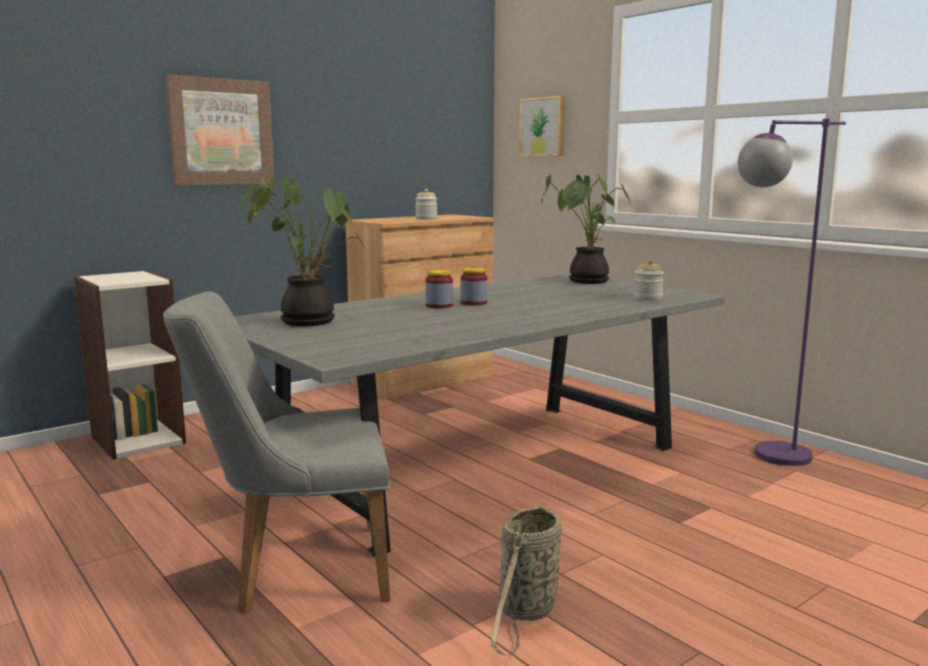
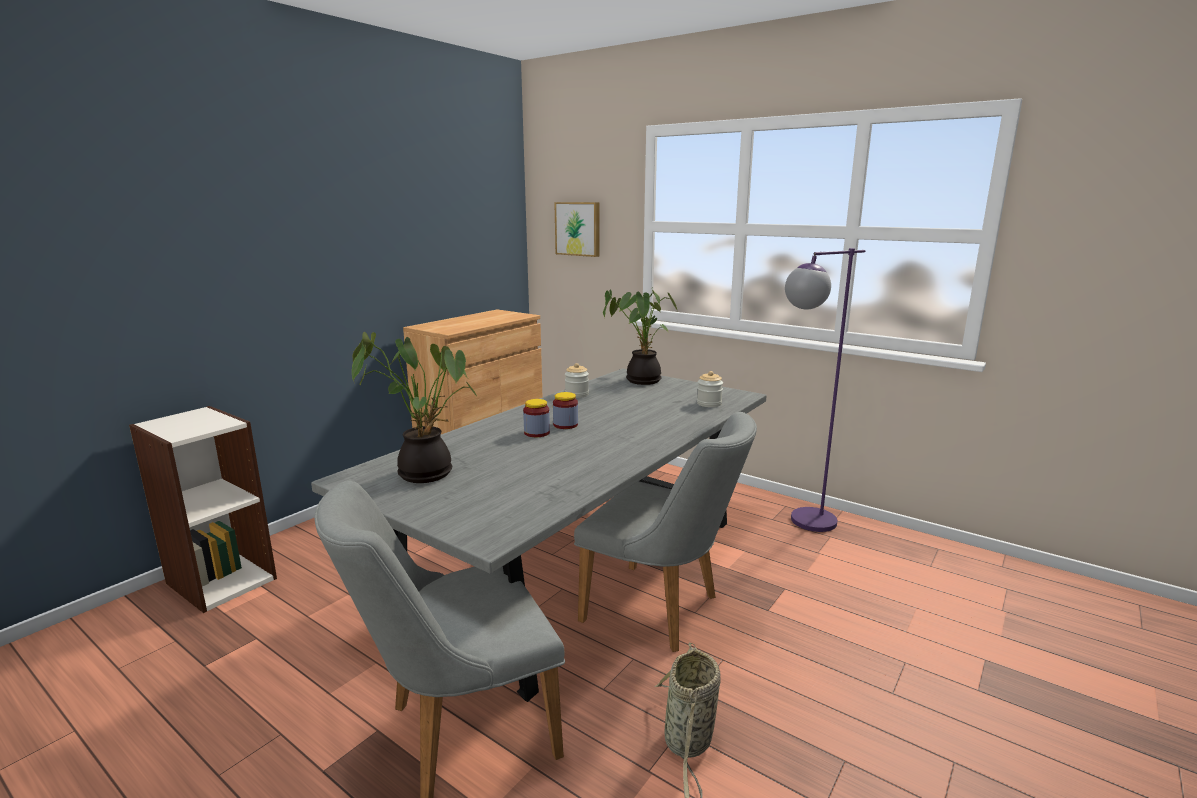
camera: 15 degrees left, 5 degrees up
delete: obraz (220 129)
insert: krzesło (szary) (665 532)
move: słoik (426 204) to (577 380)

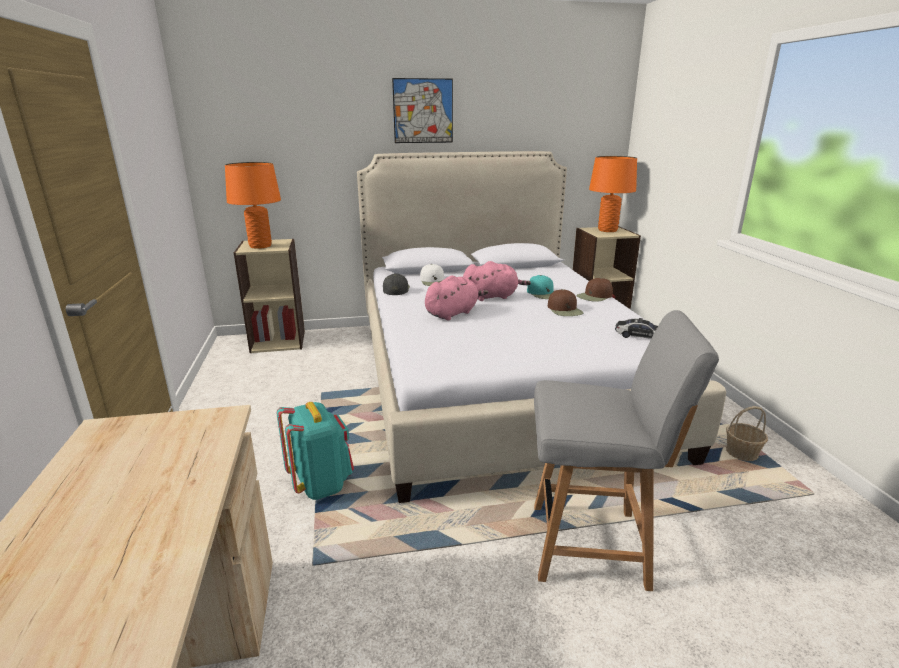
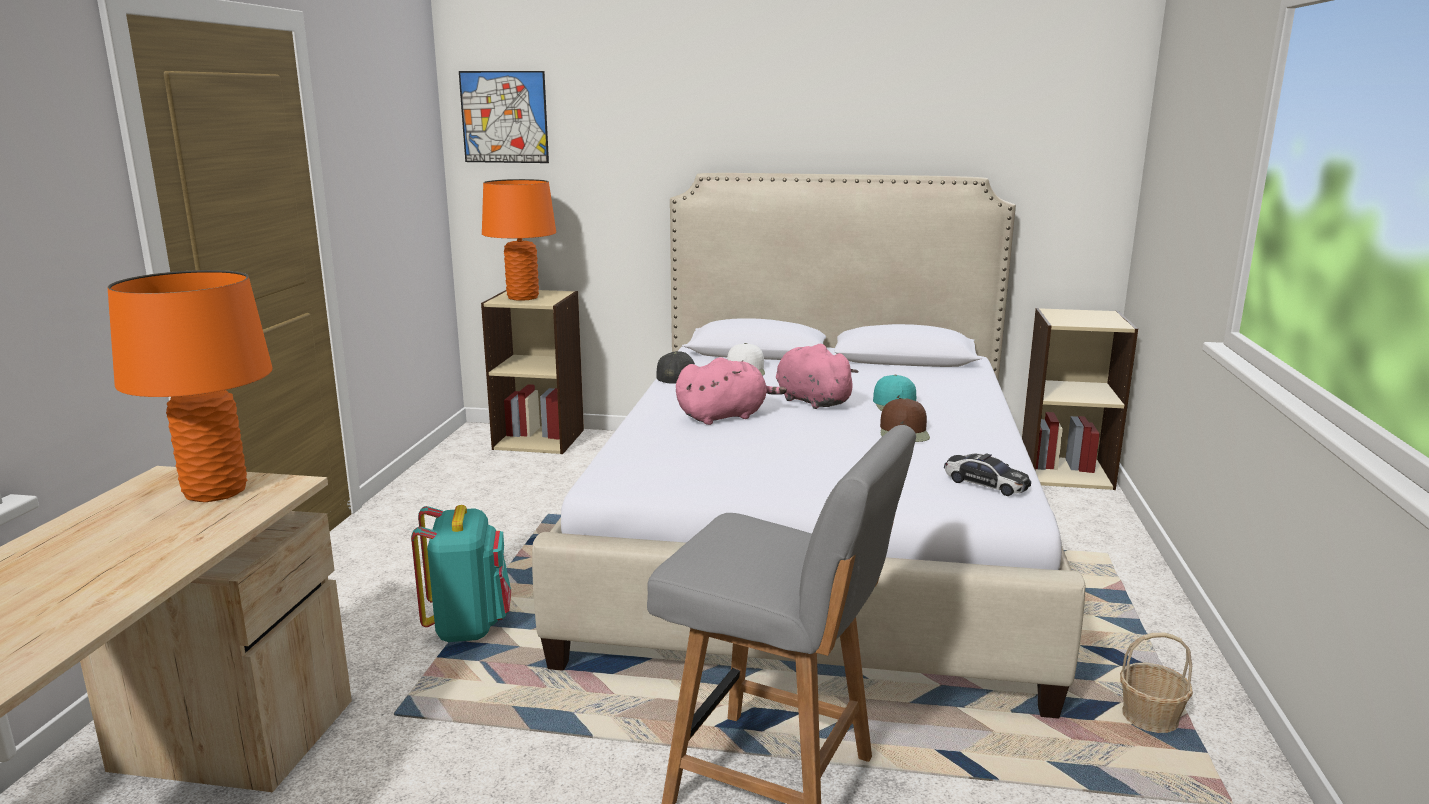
camera: 20 degrees right, 5 degrees down
delete: czapka z daszkiem (brązowy) (594 290)
move: obraz (422 110) to (504 117); lampa stołowa (pomarańczowy) (613 194) to (190 386)
rotate: pluszak (różowy) (497 281) = (817 376) 135 degrees counterclockwise

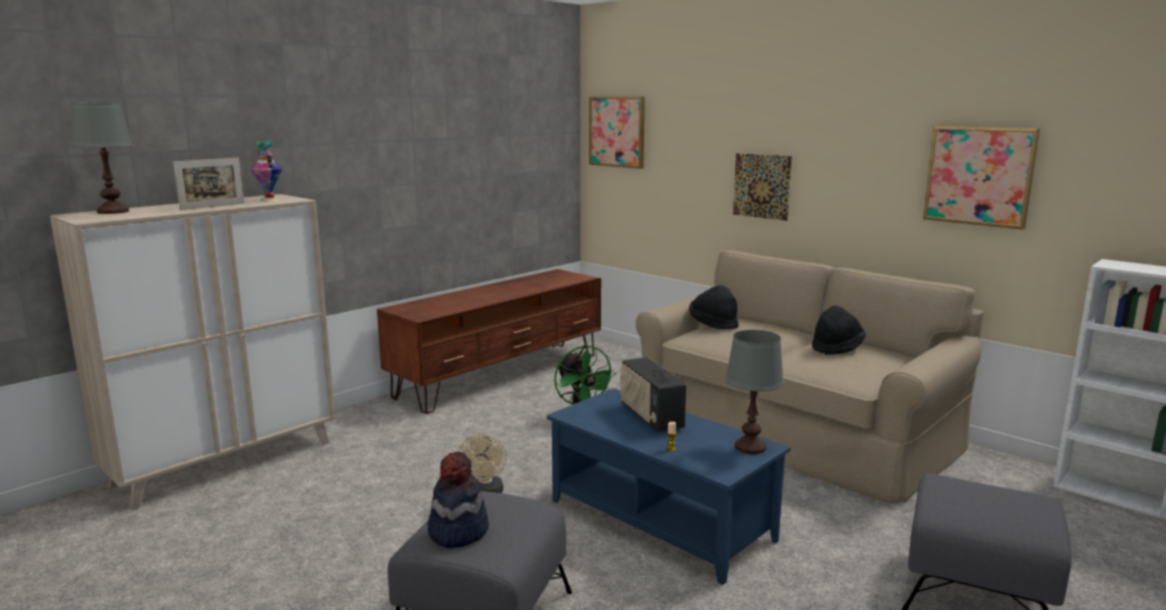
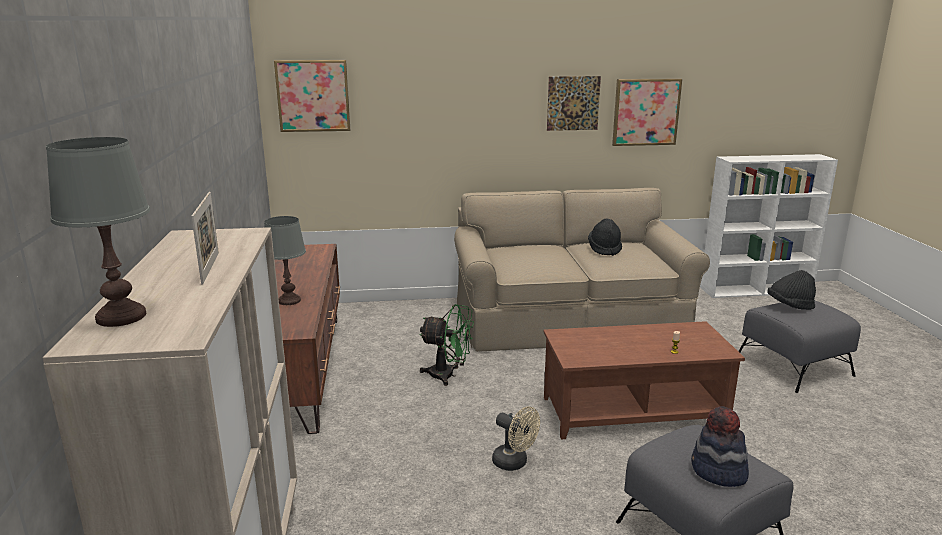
camera: 50 degrees left, 5 degrees up
delete: wazon (266 172); radio (653 394)
move: kapelusz (czarny) (714 307) to (792 290); lampa stołowa (szary) (754 392) to (285 260); obraz (762 187) to (574 103)
recolor: ława (niebieski) (669 486) to ława (brązowy) (644 380)

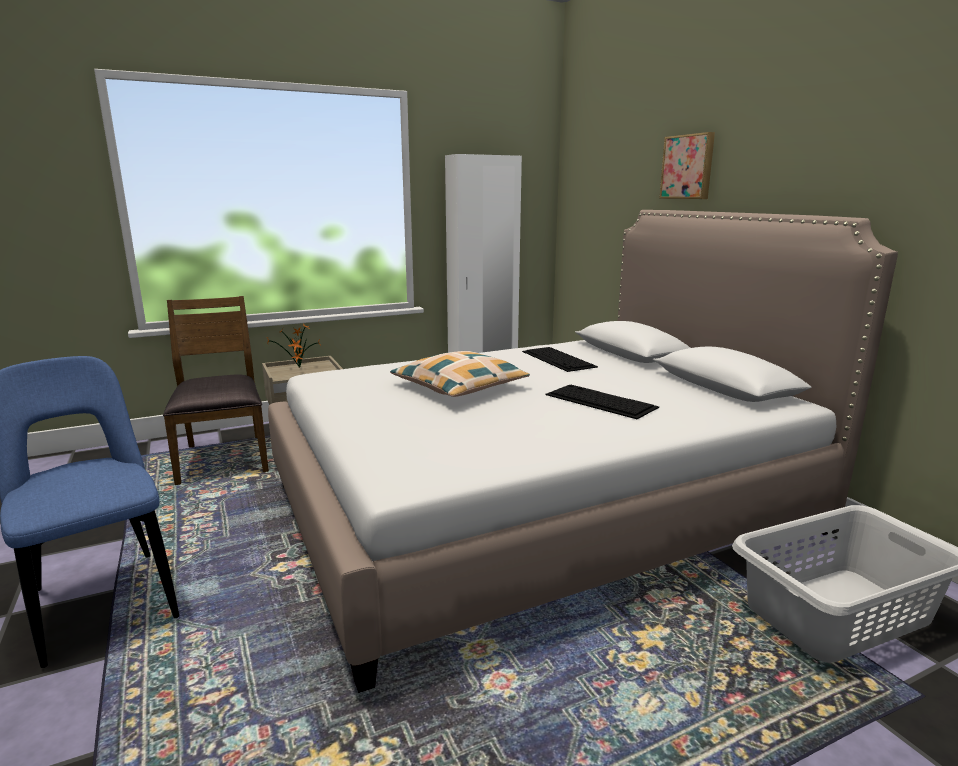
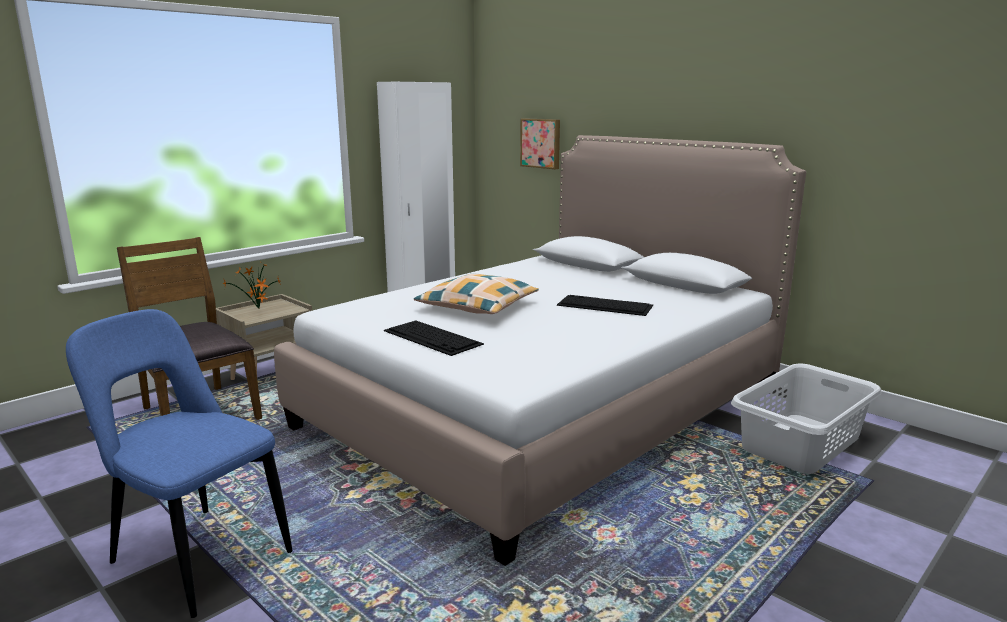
camera: 20 degrees left, 0 degrees up
move: klawiatura (560 359) to (434 338); obraz (687 165) to (540 143)

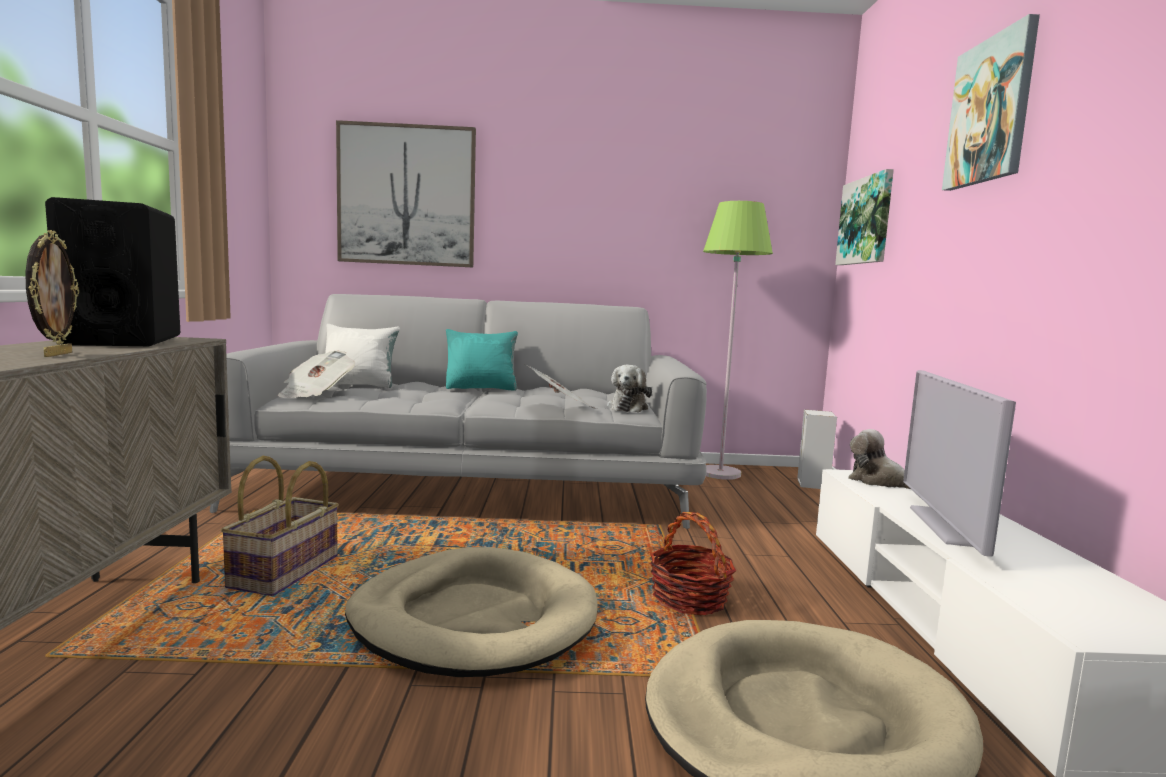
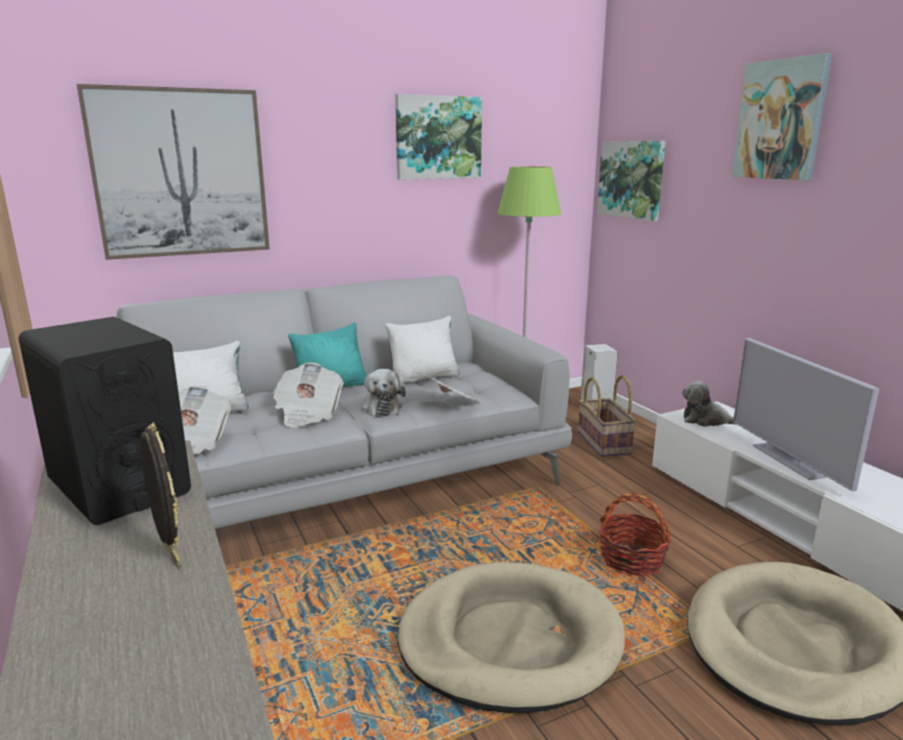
camera: 25 degrees left, 10 degrees up
insert: gazeta (308 395); poduszka (biały) (422 350); obraz (438 137)
move: koszyk (280 526) to (607 416); pluszak (629 389) to (383 393)

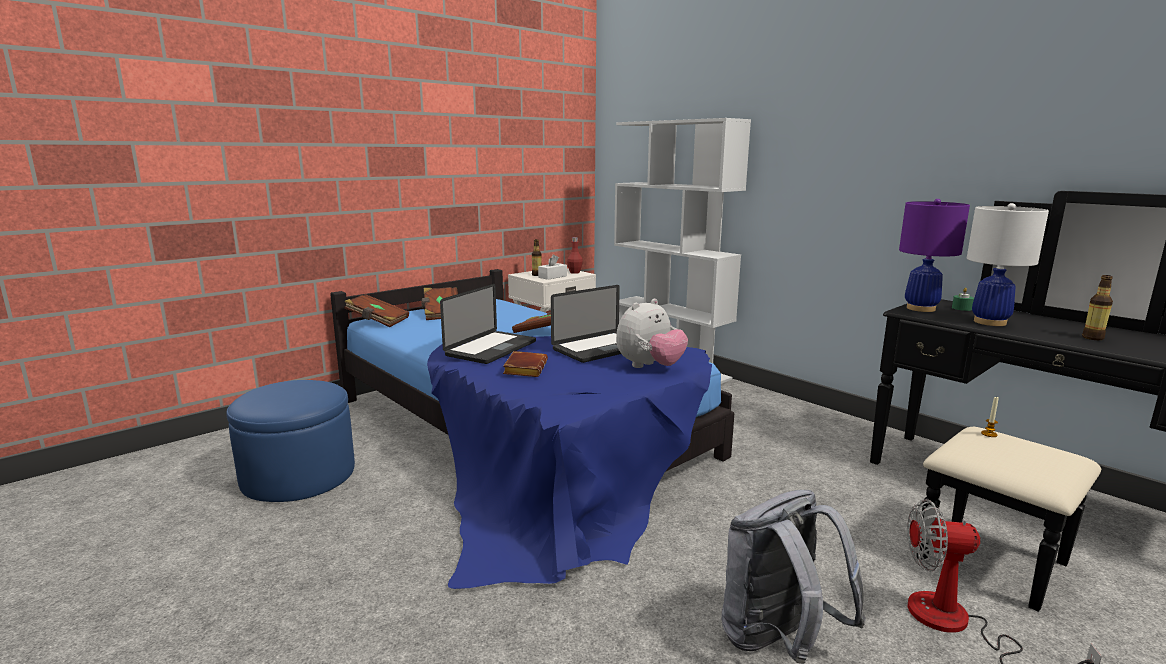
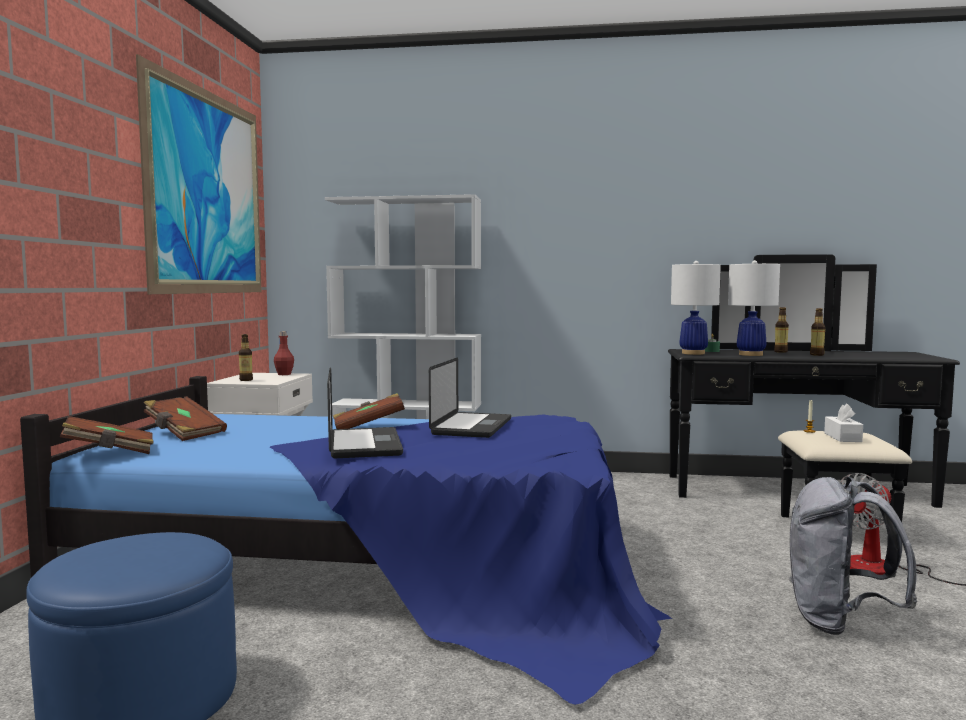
camera: 40 degrees left, 10 degrees down
delete: książka (brązowy) (525 364); pluszak (652 333)
insert: obraz (199 174); butelka (781 330)
move: pudełko chusteczek (biały) (552 267) to (843 422)
recolor: lampa stołowa (fioletowy) (934 255) to lampa stołowa (biały) (696 308)

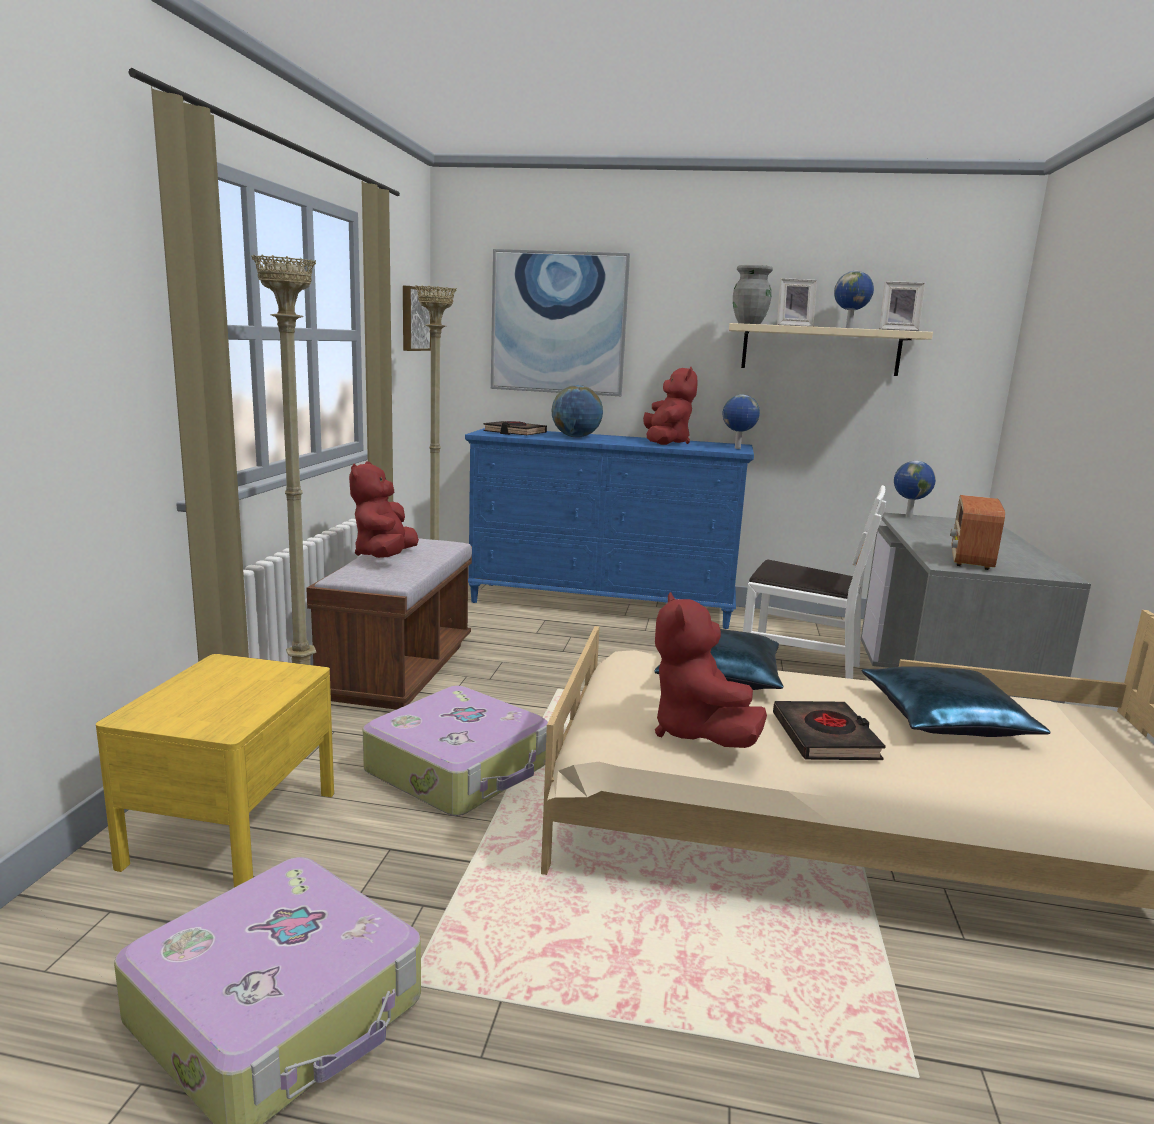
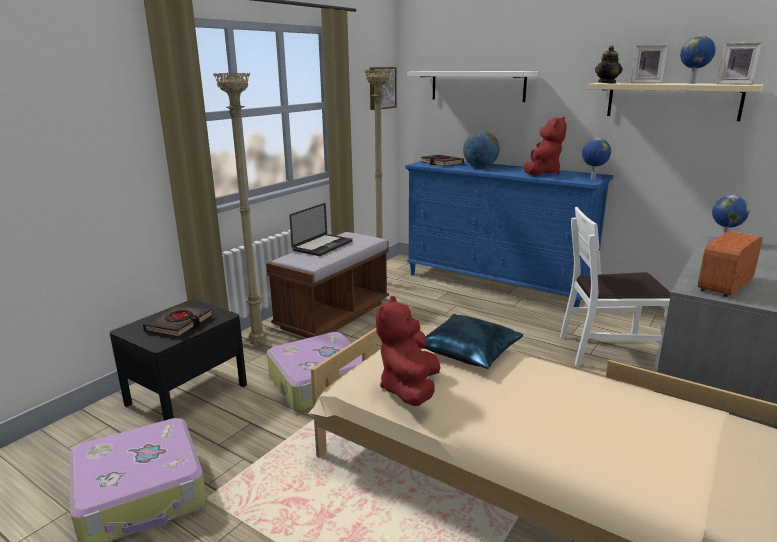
camera: 25 degrees right, 5 degrees up
delete: poduszka (niebieski) (956 701)
move: książka (czarny) (829 730) to (178 321)
replace: pluszak (czerwony) (384 509) to laptop (321 229); obraz (560 322) to półka (biały) (472 86); wazon (szary) (753 294) to imbryk (609 64)
recolor: szafka nocna (żółty) (215 770) to szafka nocna (czarny) (178 360)
rotate: krzesło (biały) (814 582) = (615 288) 135 degrees clockwise

